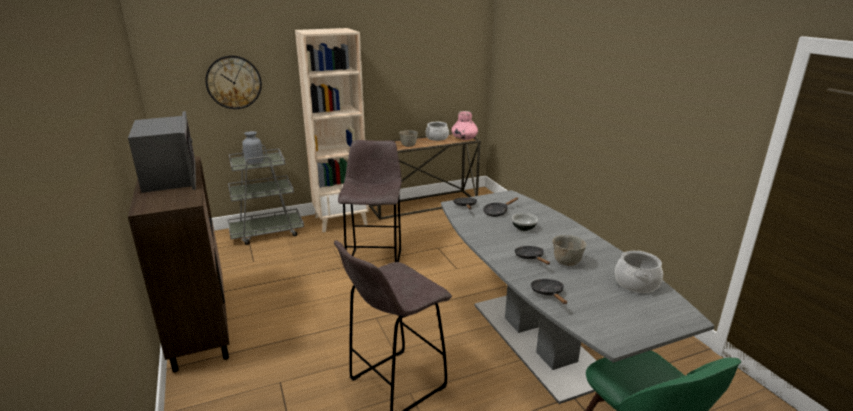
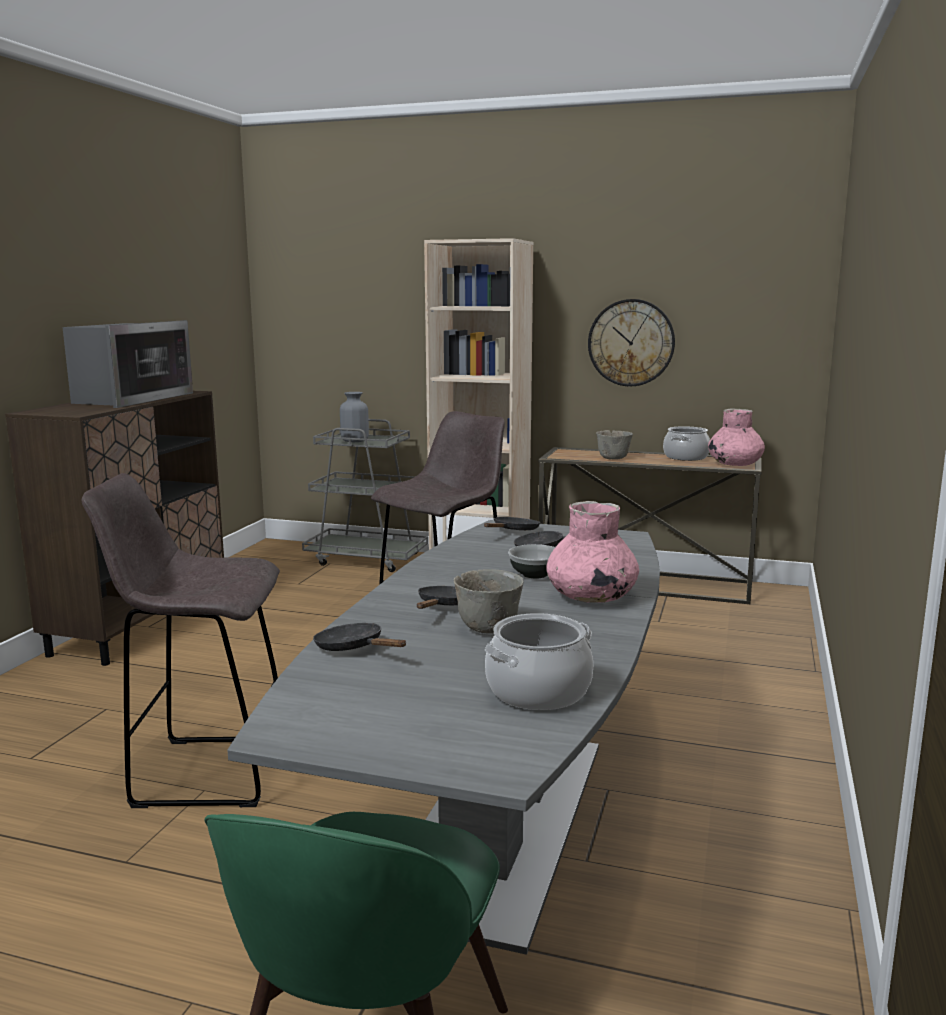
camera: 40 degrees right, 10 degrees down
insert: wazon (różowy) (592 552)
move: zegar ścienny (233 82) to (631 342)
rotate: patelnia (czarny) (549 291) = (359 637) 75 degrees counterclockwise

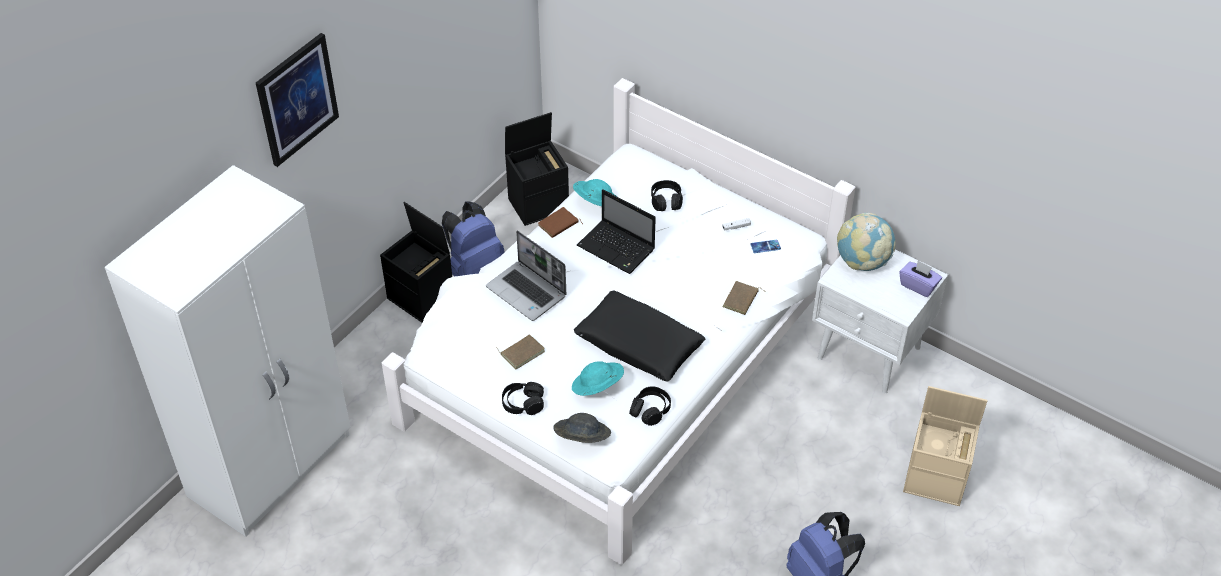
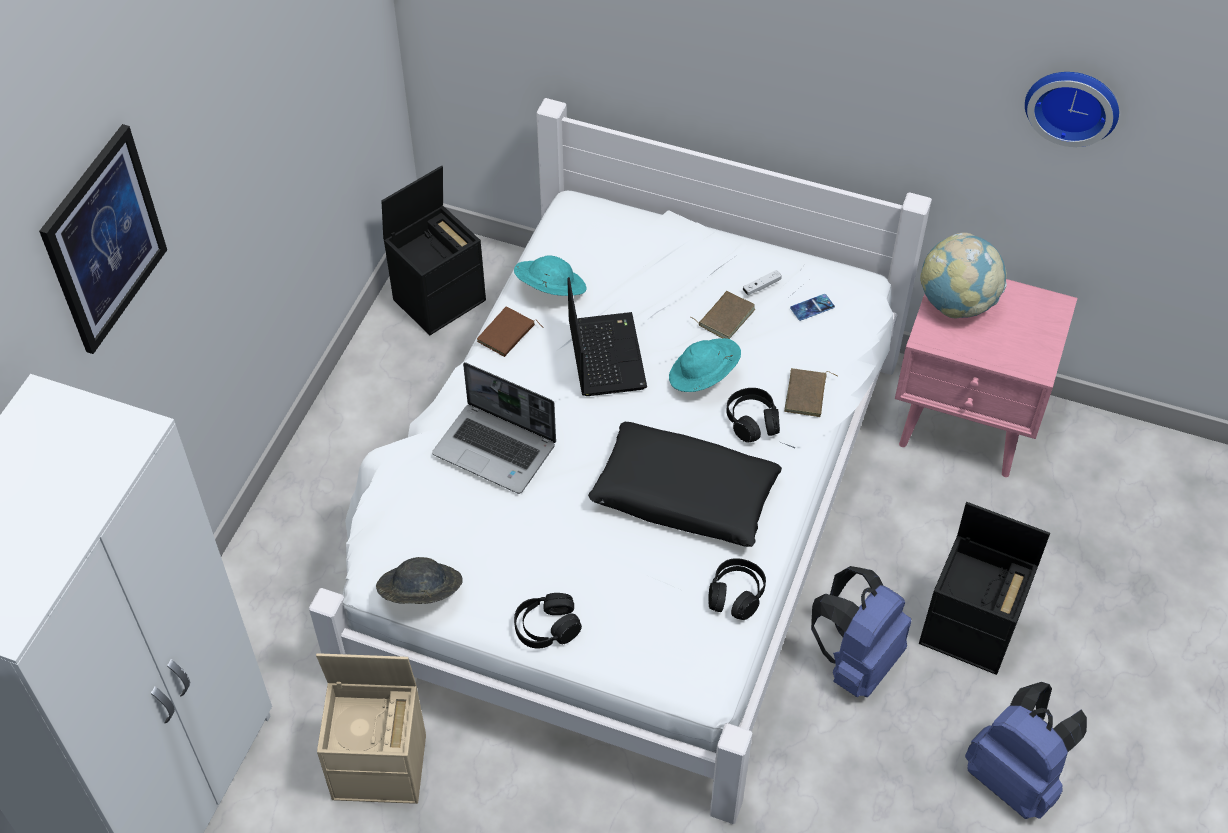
camera: 15 degrees left, 5 degrees up
delete: pudełko chusteczek (fioletowy) (920 278)
insert: zegar ścienny (1072 109)
move: pojemnik do przechowywania (czarny) (416 262) to (984 588); plecak (niebieski) (473 239) to (861 632); książka (brązowy) (520 352) to (723 315); kapelusz (szary) (582 428) to (419 580); kapelusz (turkusowy) (598 378) to (705 365); słuchawki (czarny) (667 195) to (753 415); pojemnik do przechowywania (beżowy) (945 446) to (371 728)
recolor: szafka nocna (biały) (880 321) to szafka nocna (różowy) (986 378)
rotate: laptop (616 231) = (607 336) 120 degrees counterclockwise

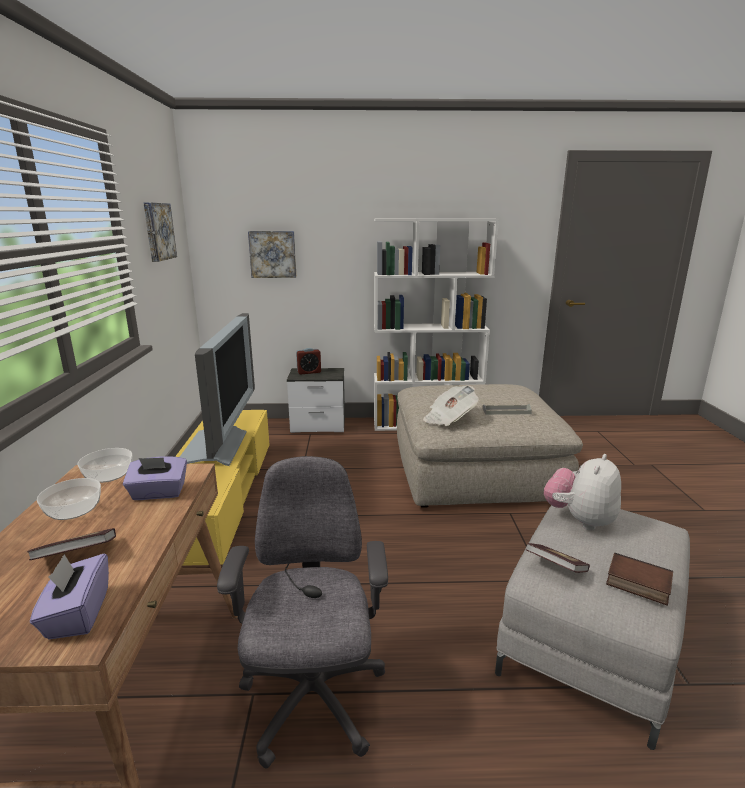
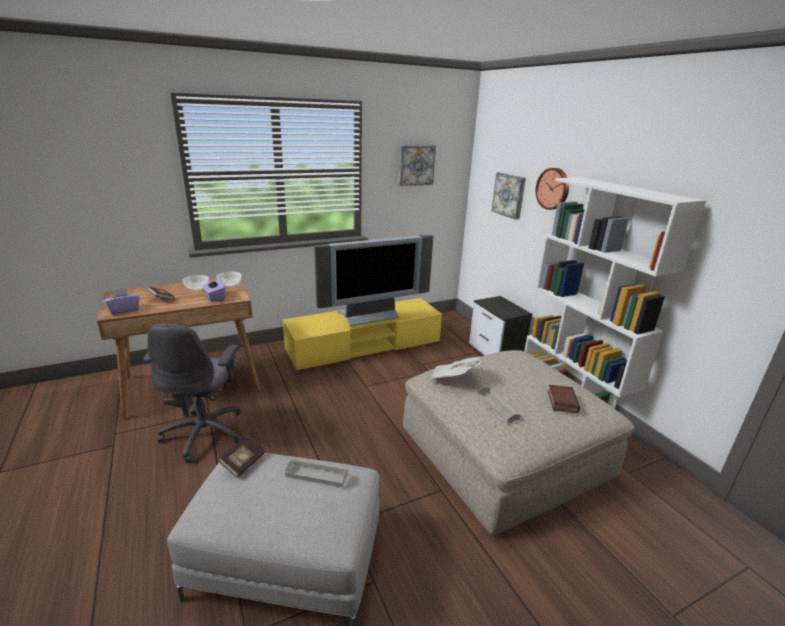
camera: 65 degrees right, 5 degrees up
delete: budzik (308 361)
insert: zegar ścienny (552 189)
move: książka (639 579) to (564 399)
replace: pluszak (582 492) to taca (szary) (316 473)
rotate: krzesło biurowe (szary) (302 612) = (193 393) 120 degrees clockwise

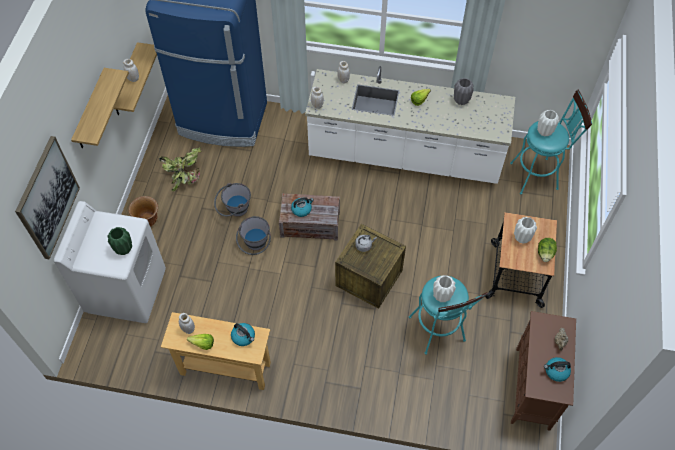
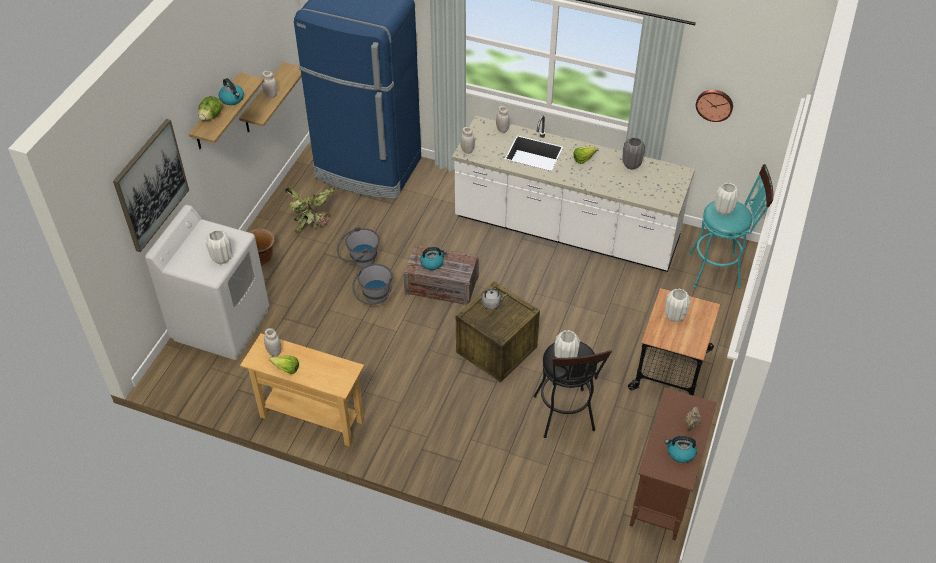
camera: 10 degrees right, 10 degrees down
insert: zegar ścienny (714 106)
move: czajnik (243 334) to (231 91); sałata (547 250) to (210 108)
recolor: wazon (zielony) (119 241) to wazon (biały) (219 247); stołek (turkusowy) (448 315) to stołek (czarny) (572 389)

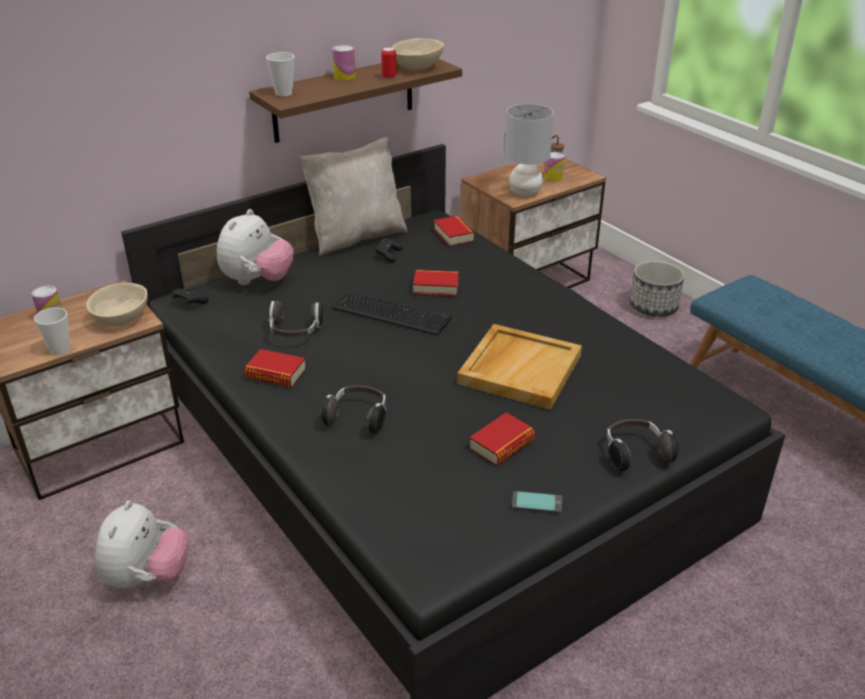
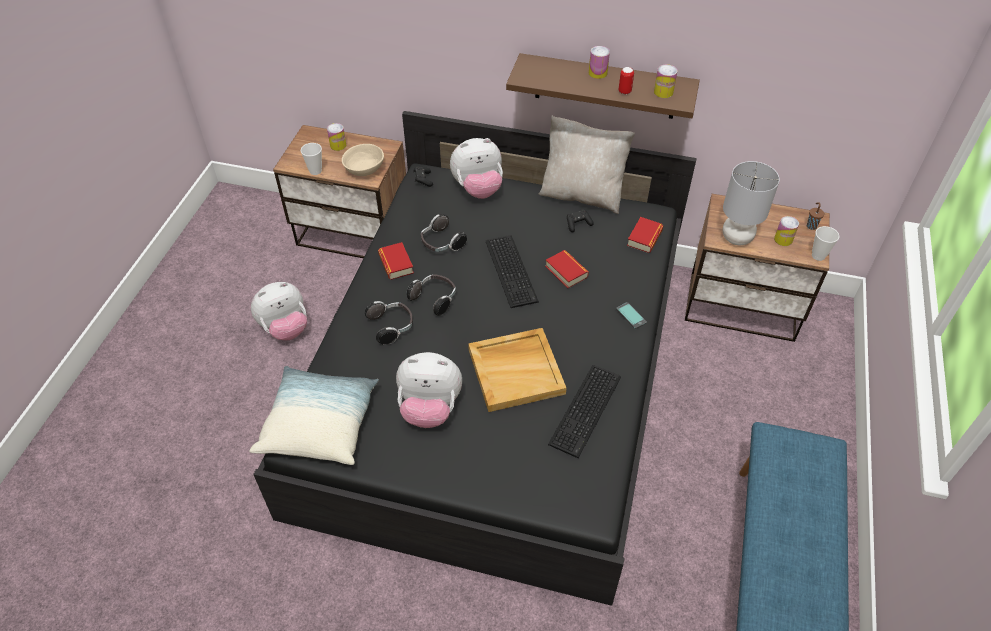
camera: 50 degrees right, 15 degrees up
delete: donica (657 289)
insert: poduszka (314 415); klawiatura (584 411)
move: filiżanka (280 74) to (825 243); telefon (537 502) to (631 315); słuchawki (642 445) to (431 294)
replace: miska (beżowy) (417 54) to puszka (665 81); książka (502 439) to pluszak (429 390)

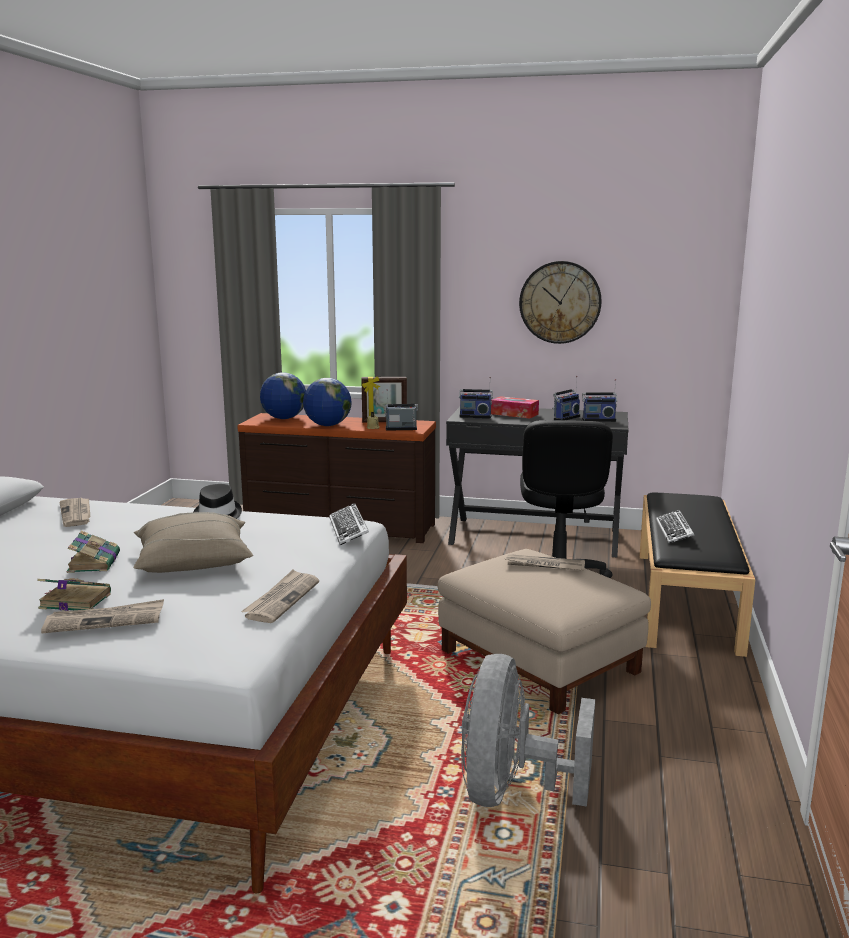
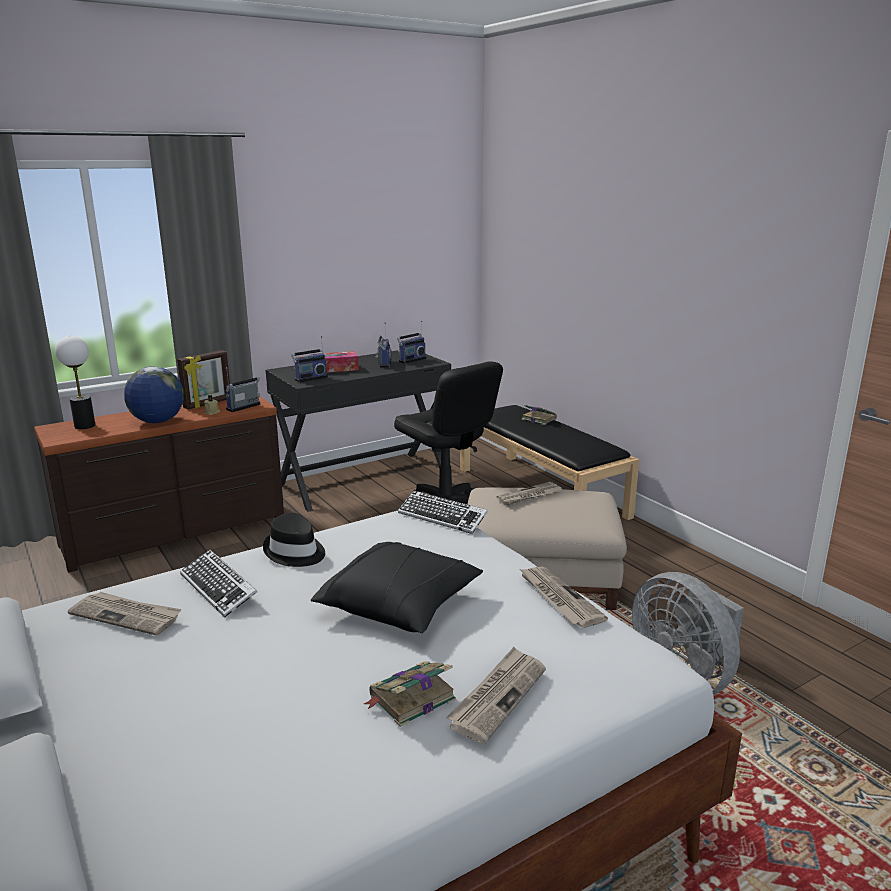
camera: 45 degrees left, 5 degrees up
delete: zegar ścienny (560 302)
move: książka (93 551) to (539 415); klawiatura (675 527) to (218 584)
replace: globus (283 395) to lampa stołowa (75 382)
recolor: poduszka (beżowy) (193 542) to poduszka (czarny) (397 587)

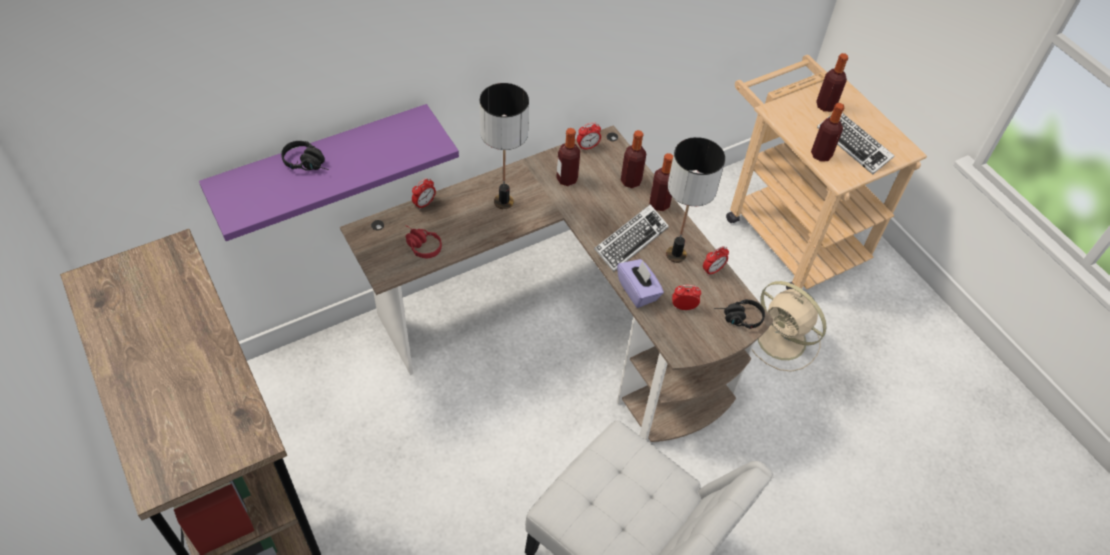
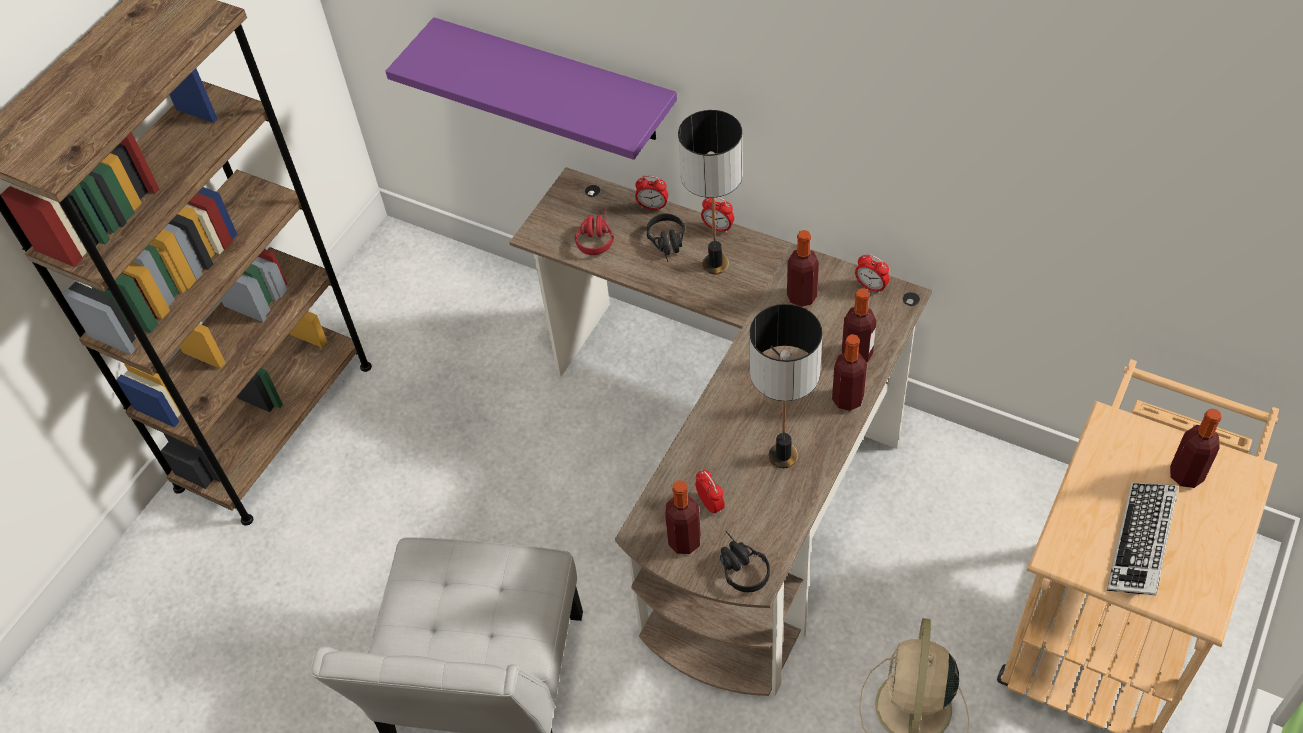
camera: 65 degrees right, 0 degrees up
delete: klawiatura (631 238); pudełko chusteczek (fioletowy) (640 283)
move: słuchawki (czarny) (305 155) to (666 238); budzik (716 261) to (717 215); butelka (827 132) to (683 517)

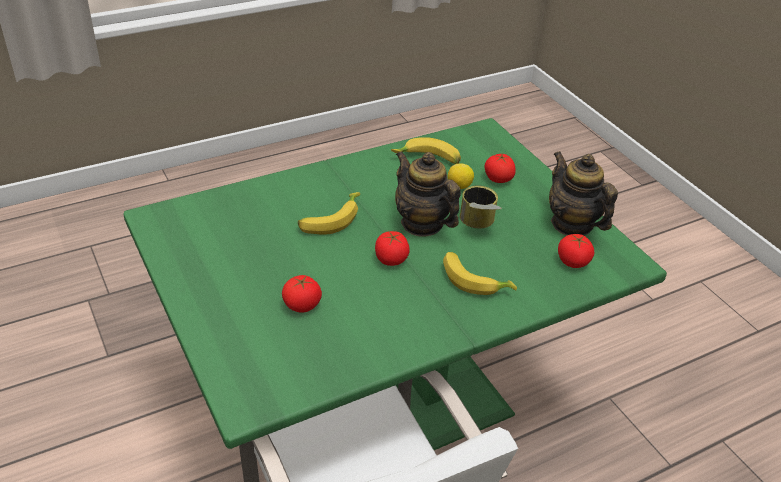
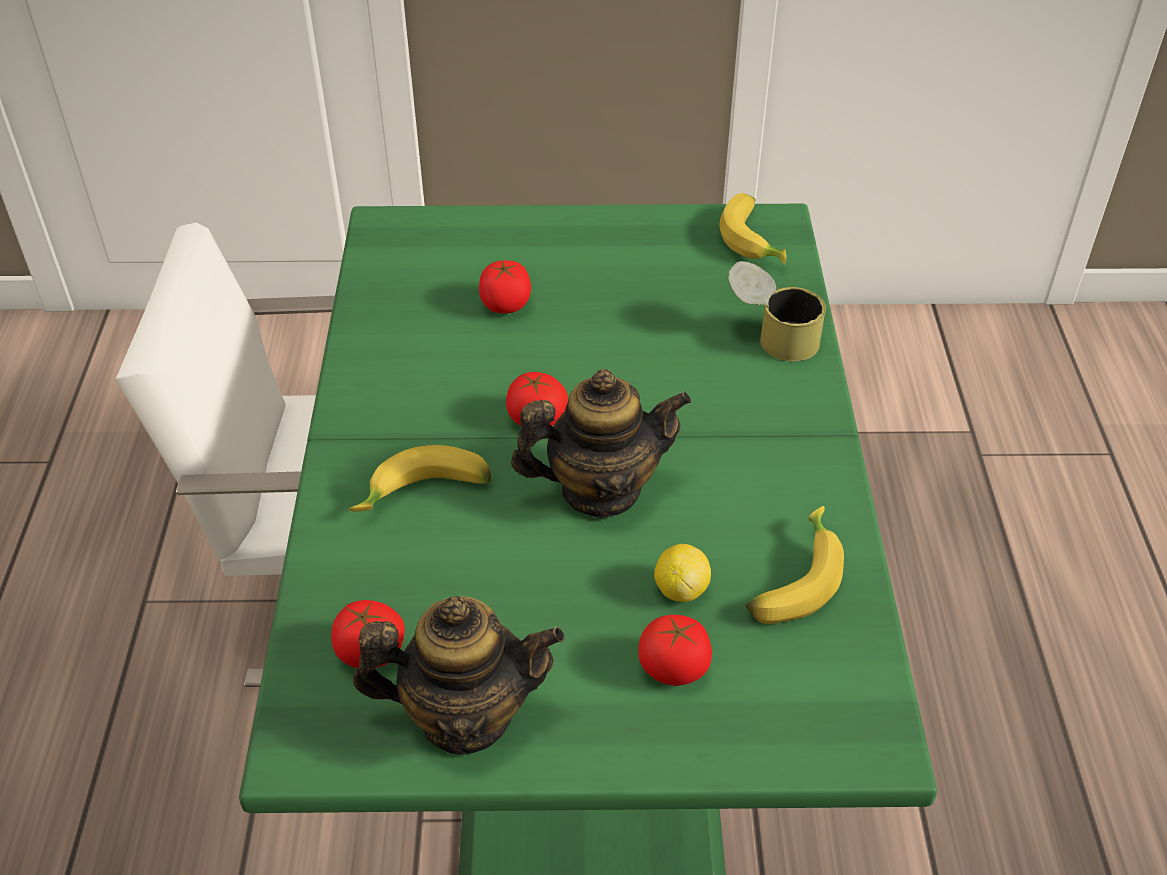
camera: 120 degrees right, 5 degrees up
move: banan (329 213) to (752 228); puszka (481 206) to (777 311)

